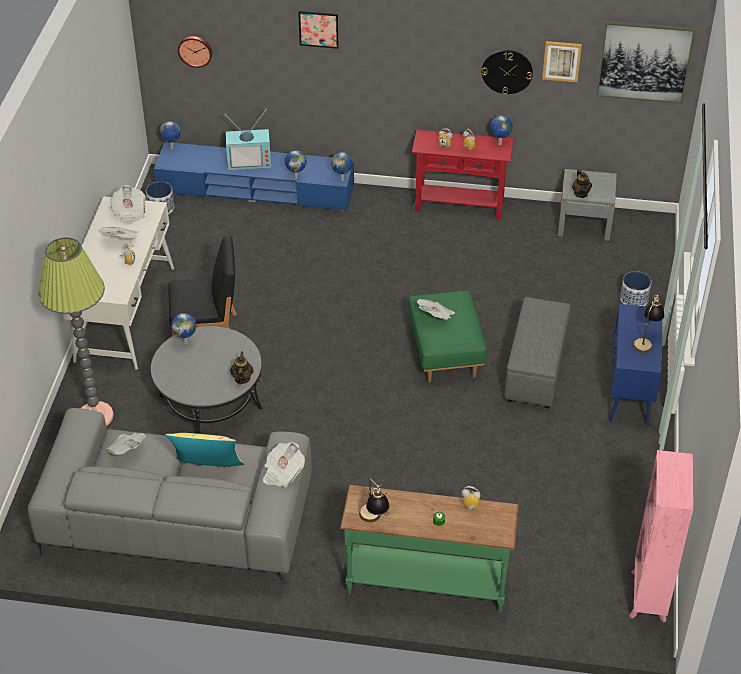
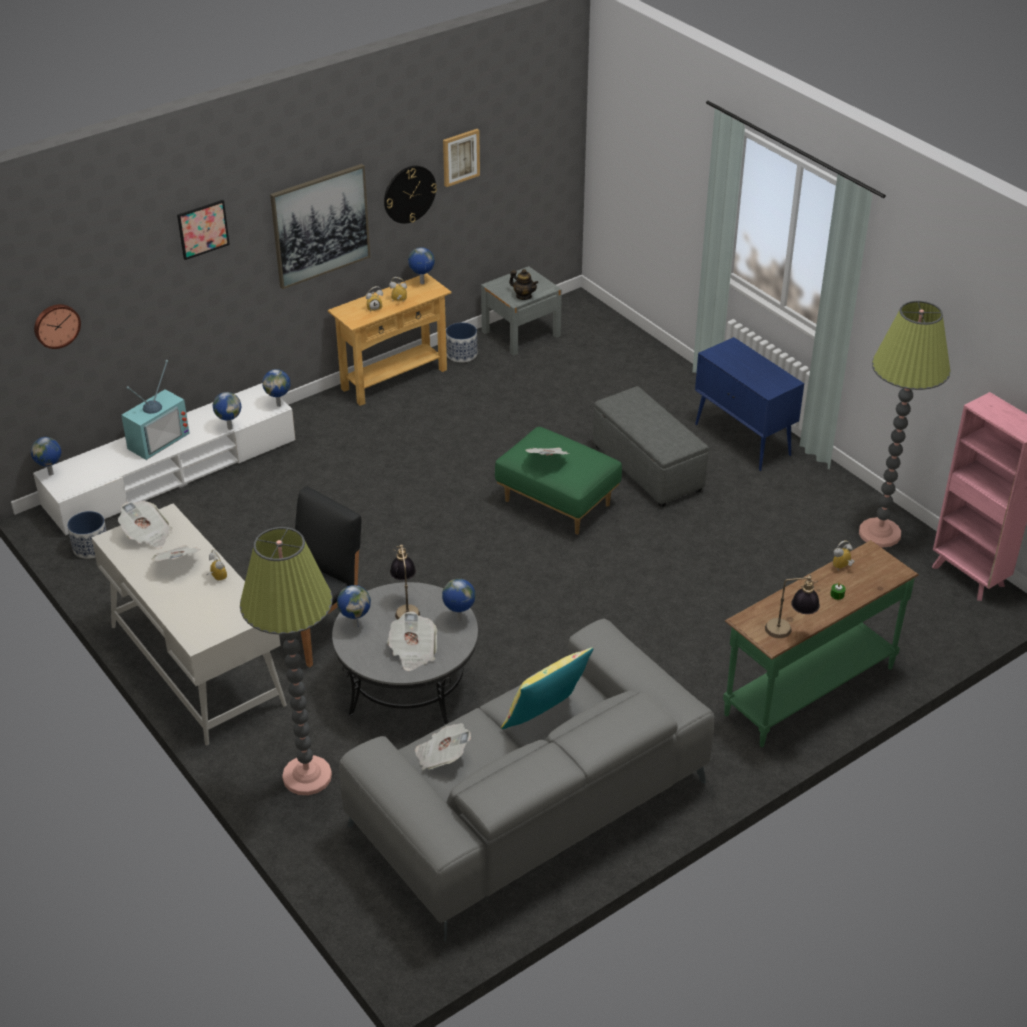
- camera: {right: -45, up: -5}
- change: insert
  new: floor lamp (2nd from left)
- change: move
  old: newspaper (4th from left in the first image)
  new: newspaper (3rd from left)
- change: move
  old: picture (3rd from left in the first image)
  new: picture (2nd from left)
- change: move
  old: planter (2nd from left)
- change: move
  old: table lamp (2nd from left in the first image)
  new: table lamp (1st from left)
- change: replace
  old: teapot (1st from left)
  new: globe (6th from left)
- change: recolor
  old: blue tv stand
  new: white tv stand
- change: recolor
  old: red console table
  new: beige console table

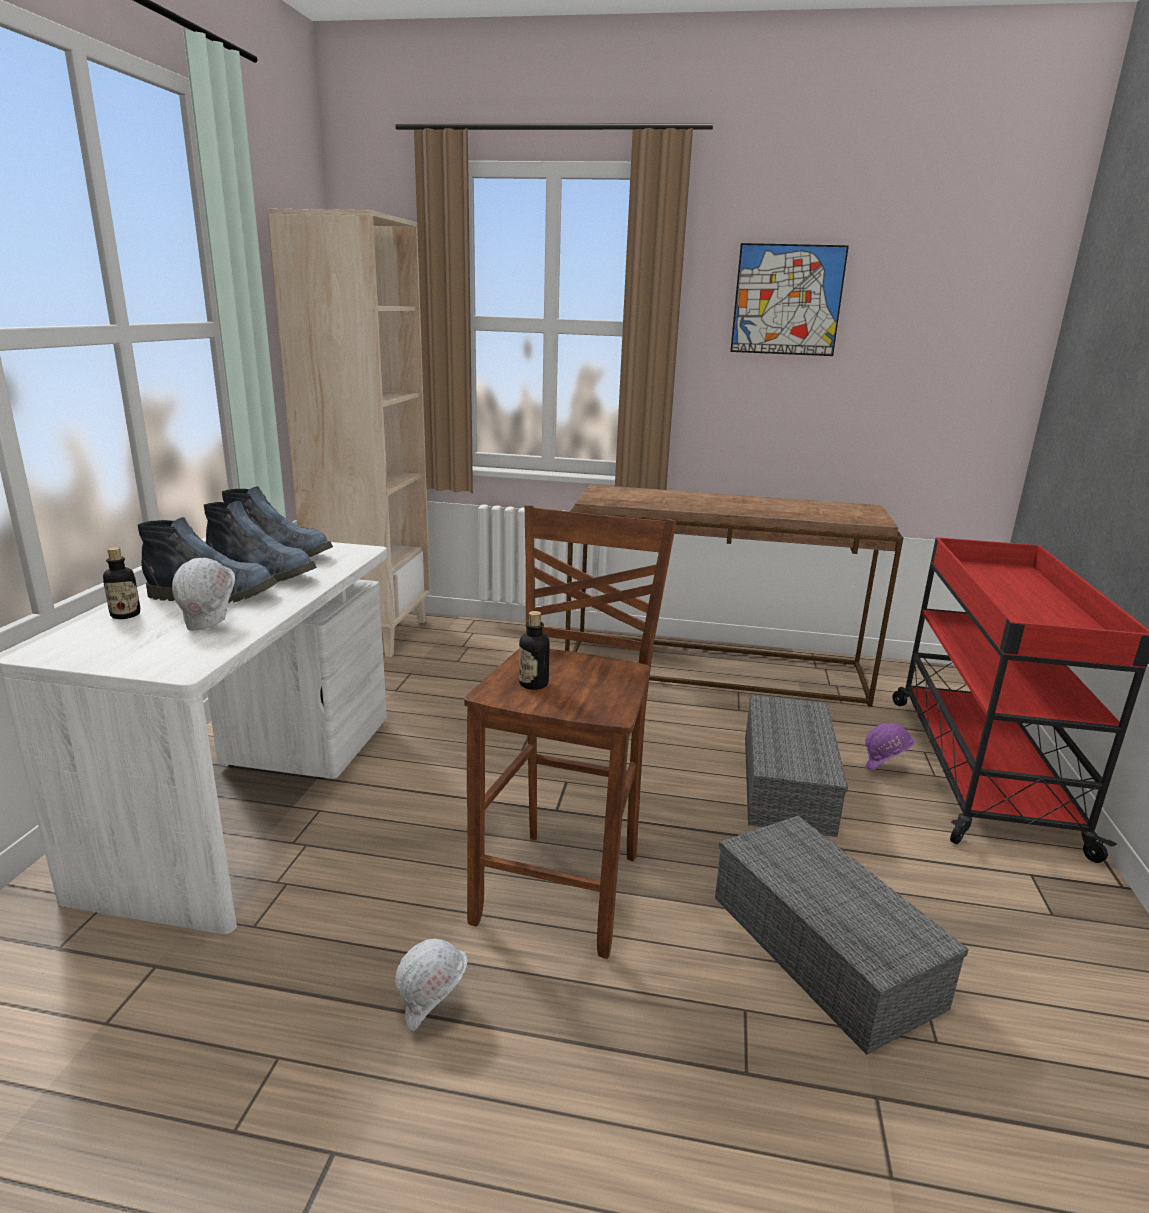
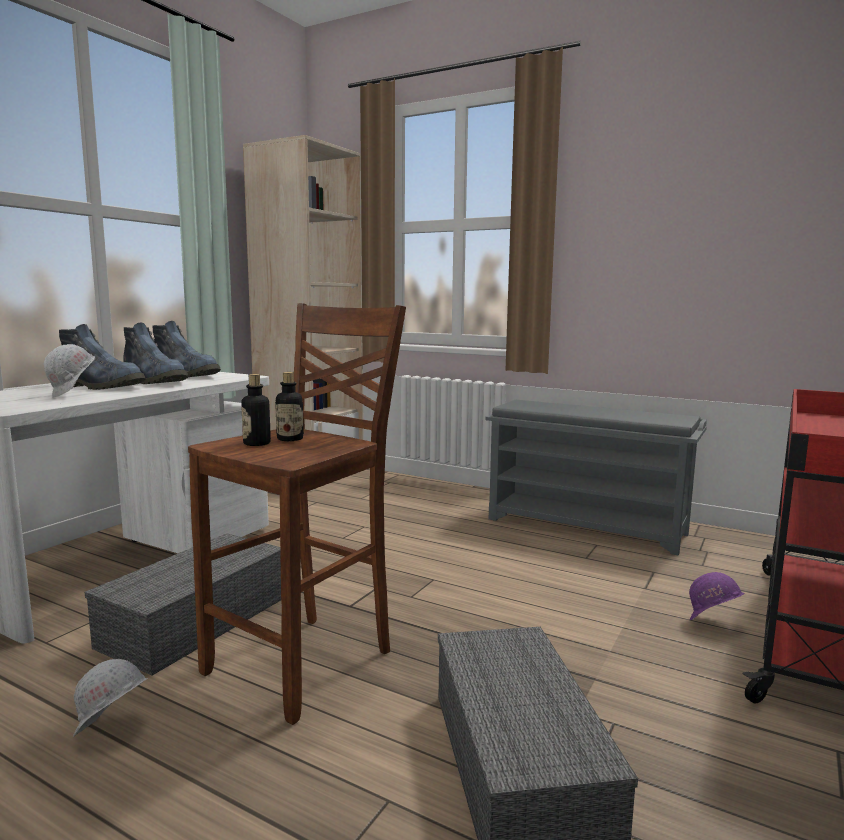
- camera: {right: 20, up: -10}
- change: delete
  old: picture
- change: move
  old: bottle (1st from left in the first image)
  new: bottle (2nd from left)
- change: move
  old: grey storage box (1st from left)
- change: replace
  old: brown console table
  new: grey shoe rack

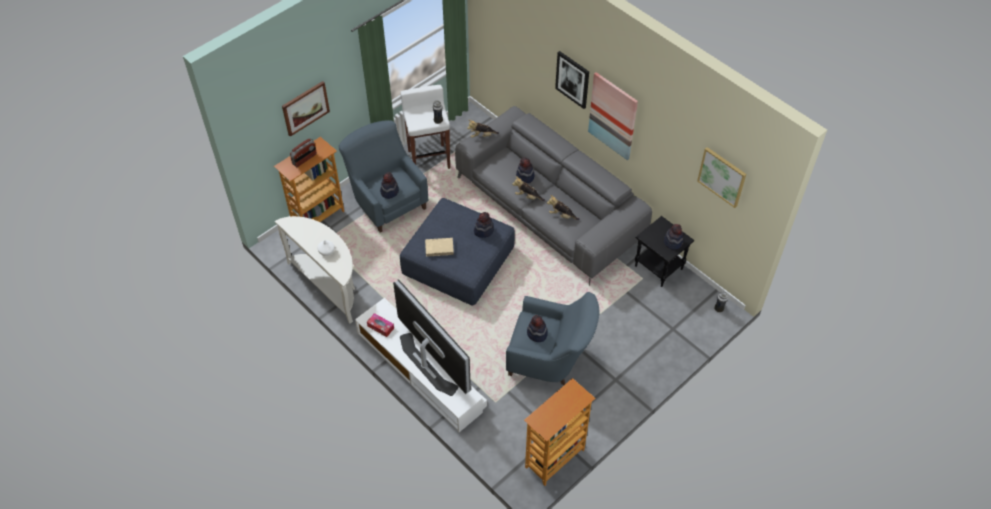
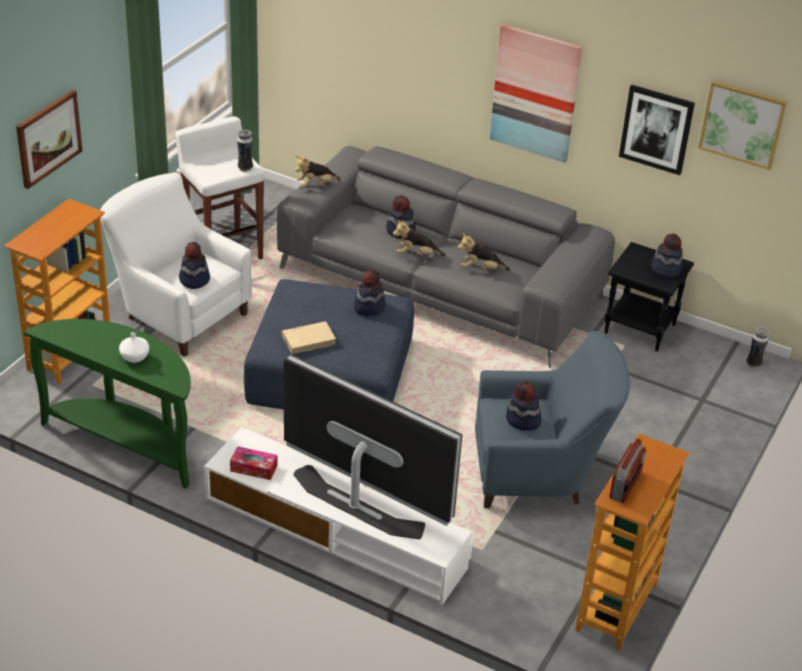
- camera: {right: -20, up: -15}
- change: move
  old: radio
- change: move
  old: picture (2nd from left in the first image)
  new: picture (3rd from left)
- change: recolor
  old: white console table
  new: green console table
- change: recolor
  old: blue armchair (1st from left)
  new: white armchair

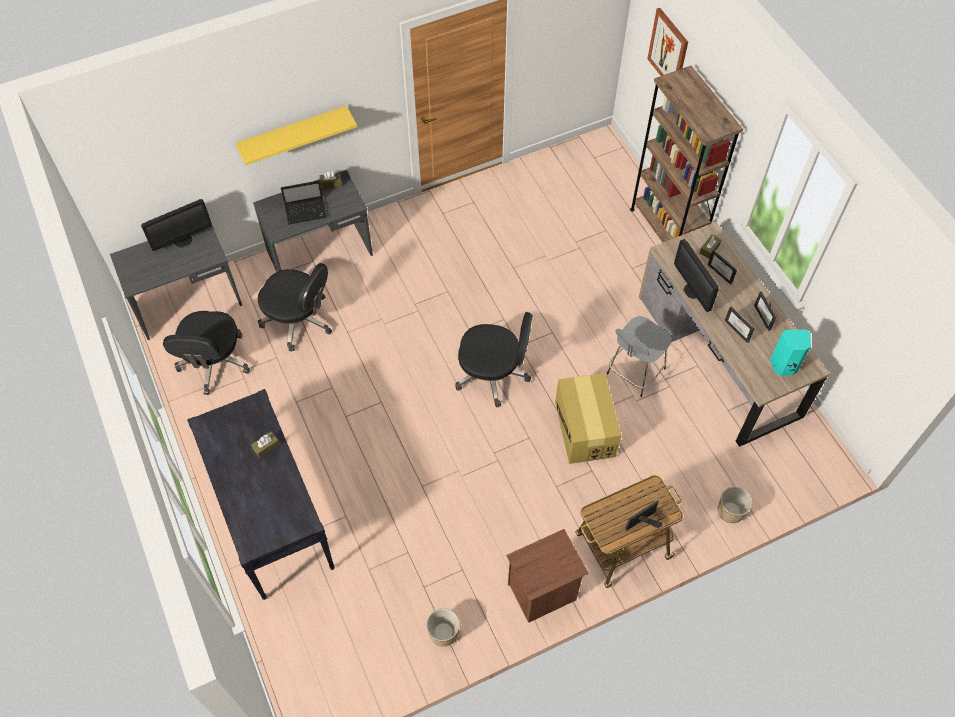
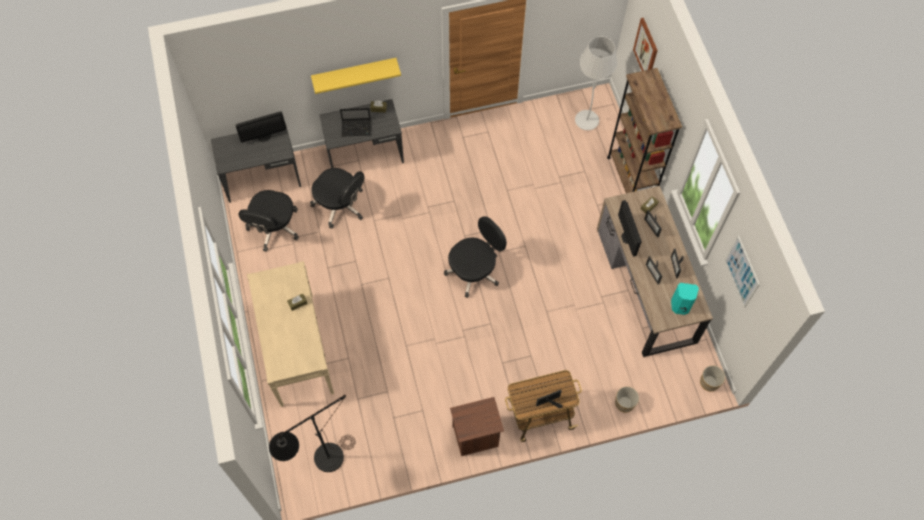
- camera: {right: 10, up: 5}
- change: delete
  old: cardboard box
- change: delete
  old: grey stool
- change: insert
  new: black floor lamp
- change: insert
  new: white floor lamp
- change: insert
  new: picture (2nd from left)
- change: move
  old: planter (1st from left in the first image)
  new: planter (2nd from left)
- change: recolor
  old: black console table
  new: beige console table
- change: rotate
  old: black office chair (3rd from left)
  degrees: -60

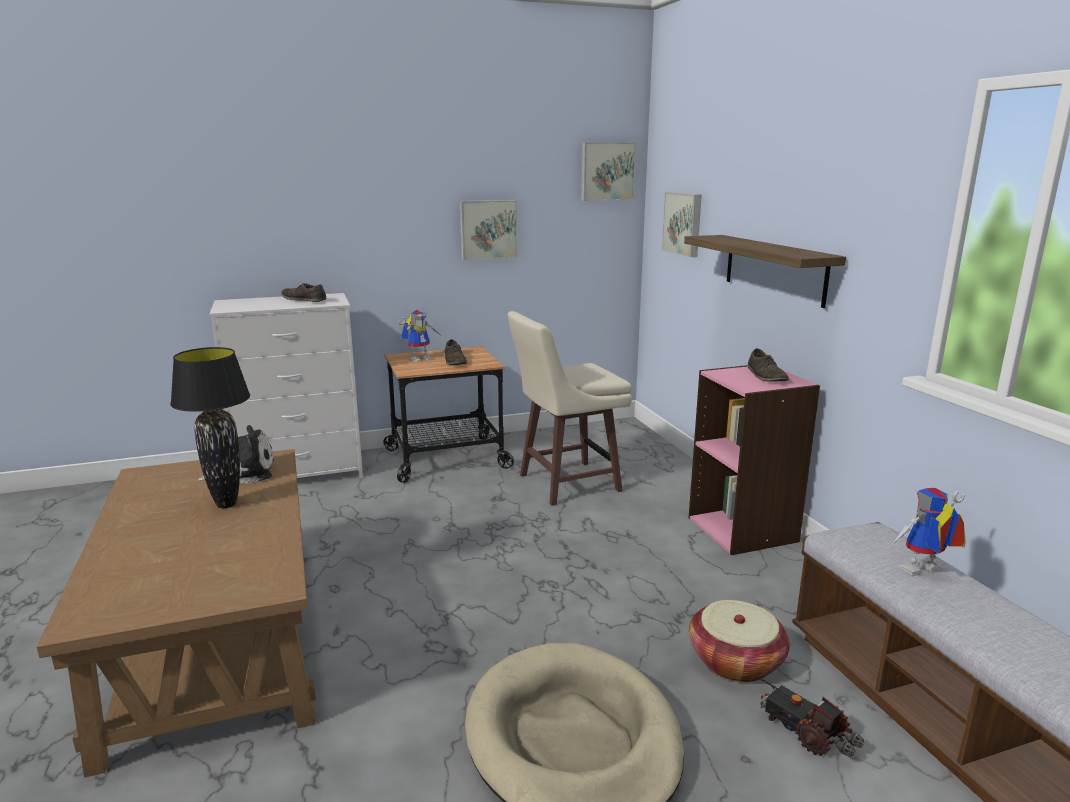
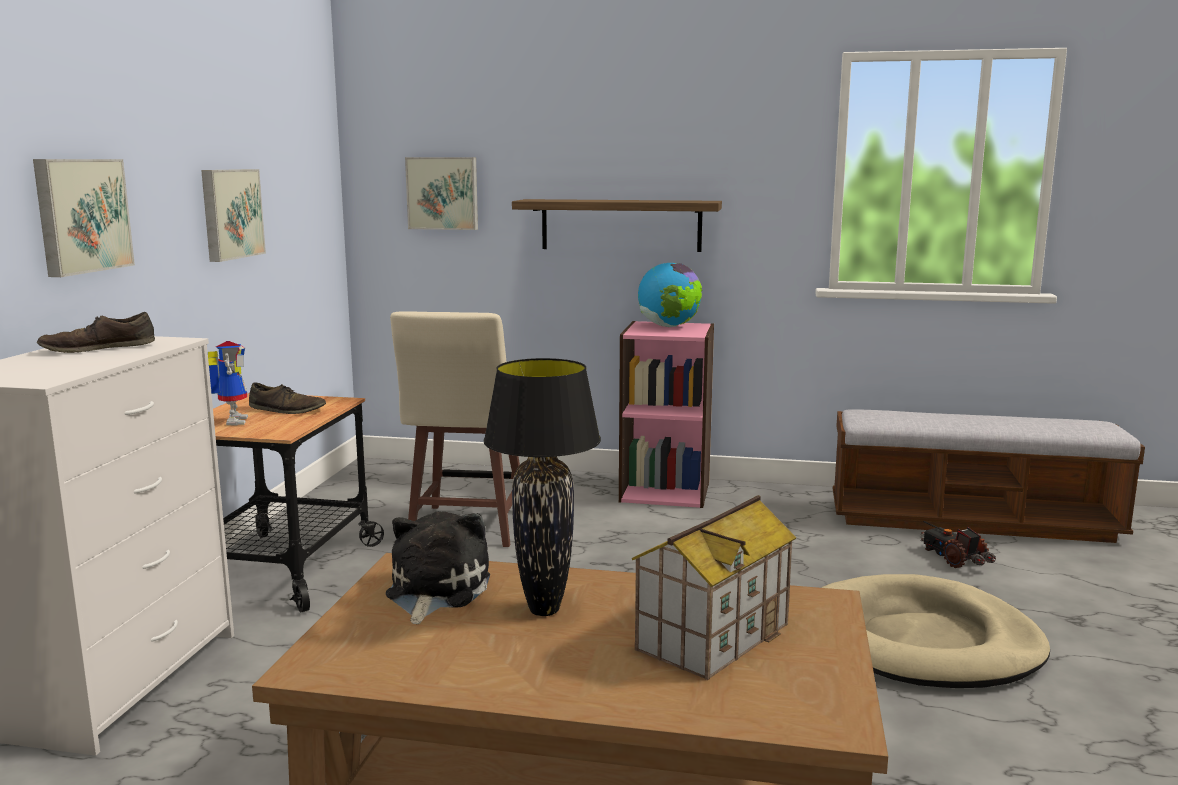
- camera: {right: -60, up: -5}
- change: delete
  old: basket
- change: delete
  old: toy robot (2nd from left)
- change: insert
  new: toy house
- change: move
  old: picture (2nd from left in the first image)
  new: picture (1st from left)
- change: replace
  old: brown shoe (3rd from left)
  new: globe
- change: rotate
  old: toy truck
  degrees: 75

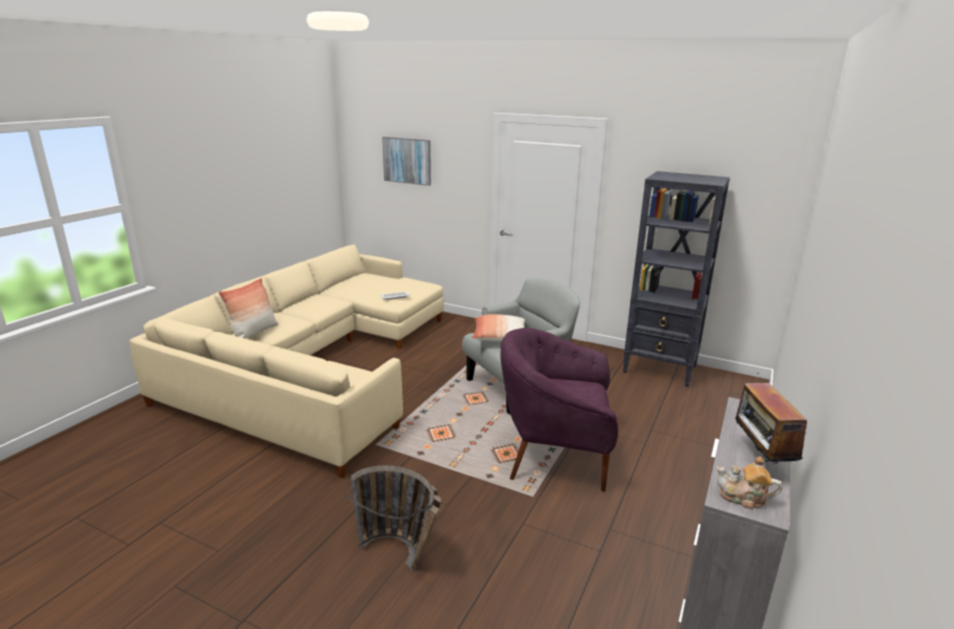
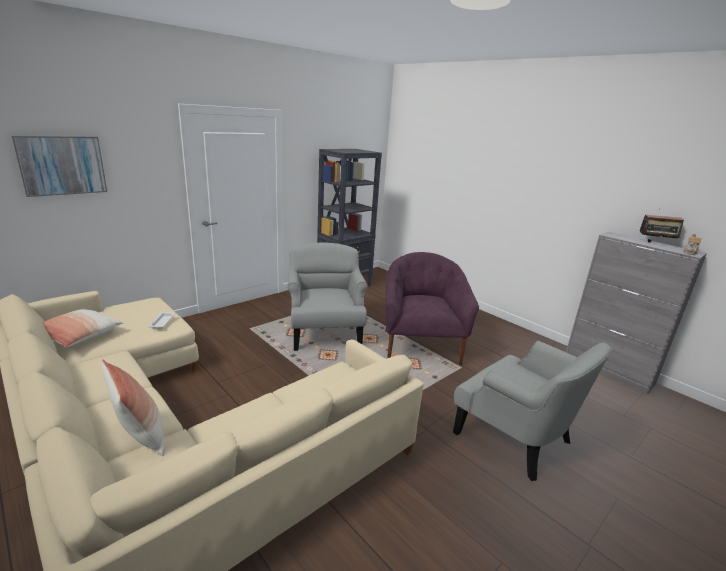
- camera: {right: -70, up: 0}
- change: move
  old: pillow (2nd from left in the first image)
  new: pillow (1st from left)
- change: replace
  old: basket
  new: grey armchair (2nd from left)
- change: rotate
  old: purple armchair
  degrees: 150

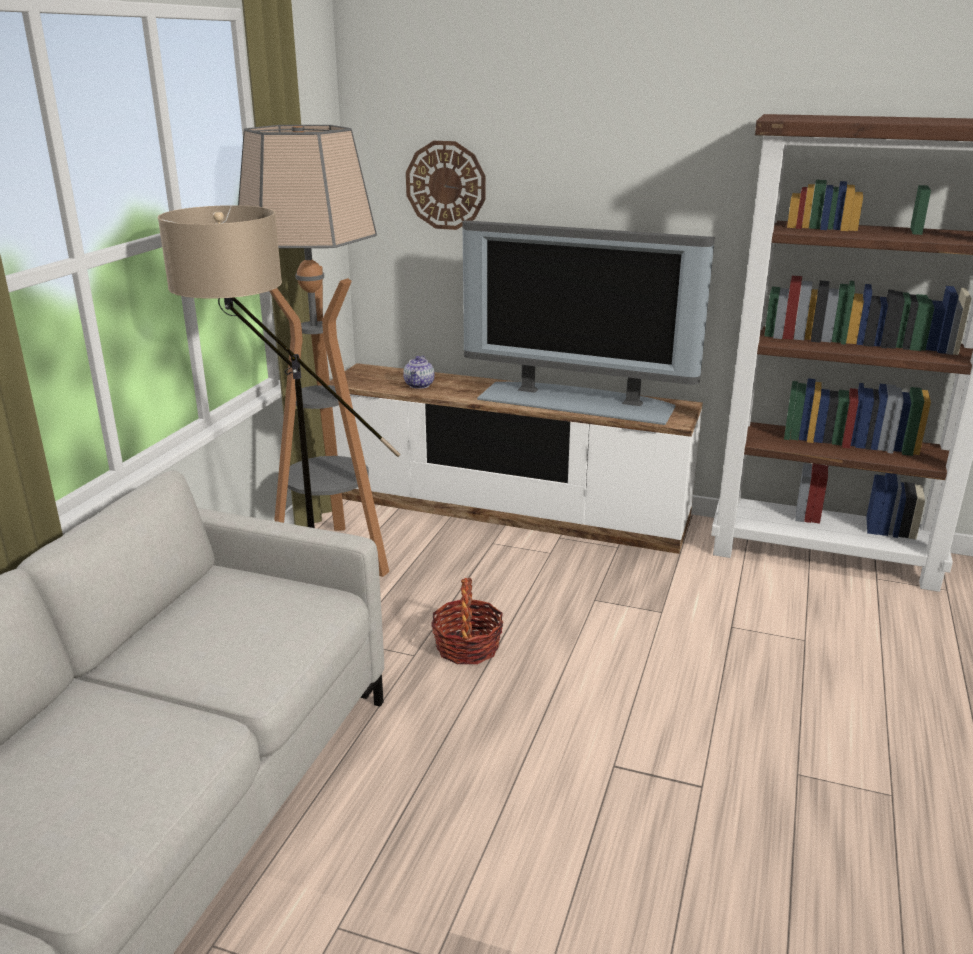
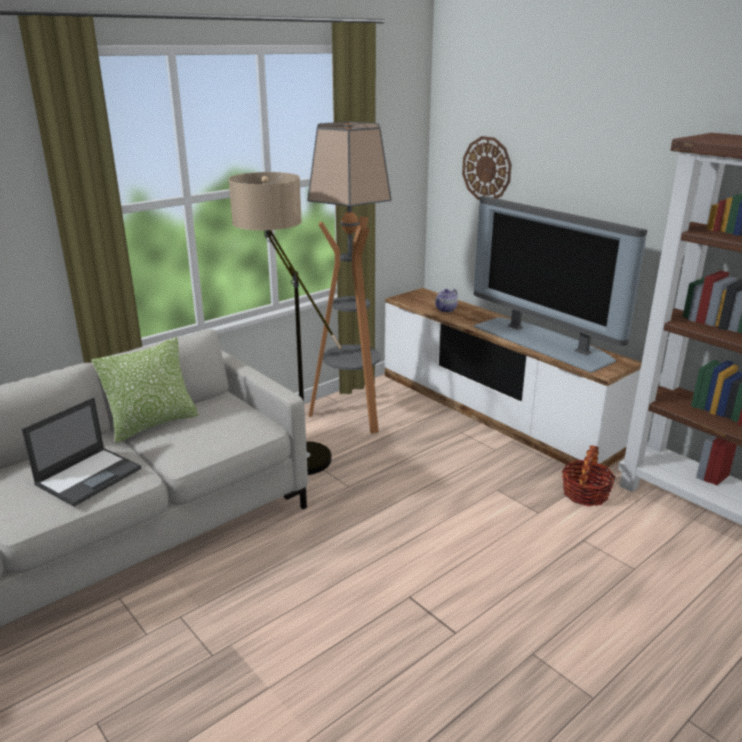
- camera: {right: 30, up: 0}
- change: insert
  new: laptop
- change: insert
  new: pillow
- change: move
  old: basket

